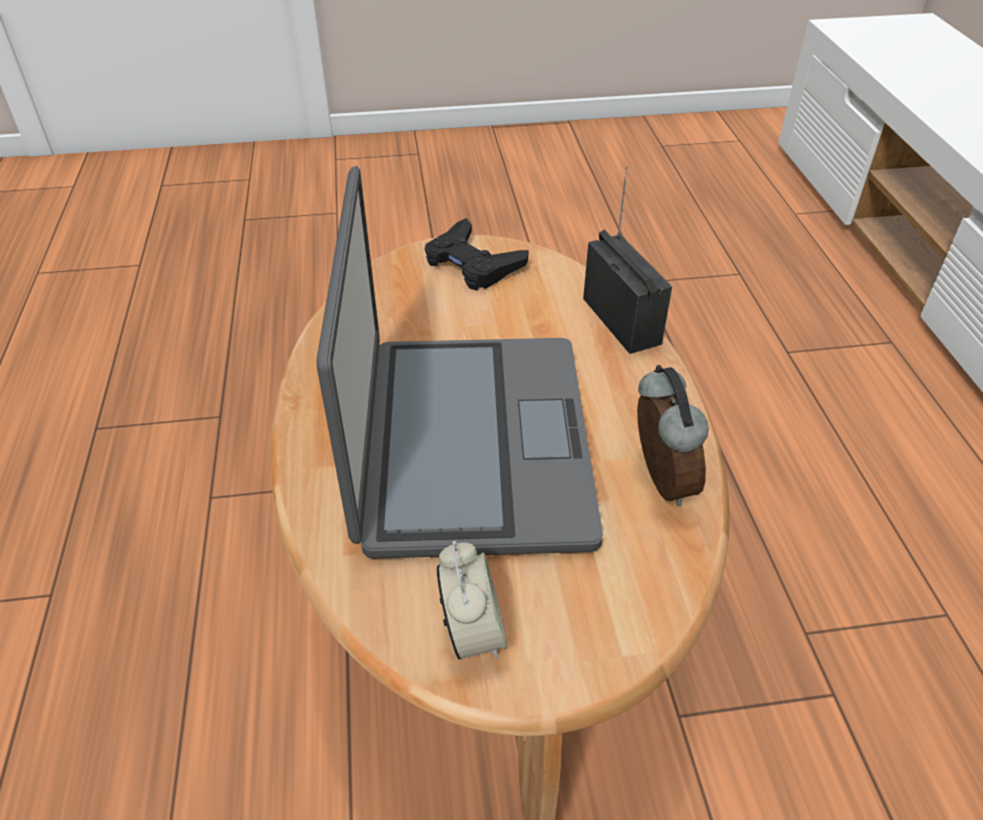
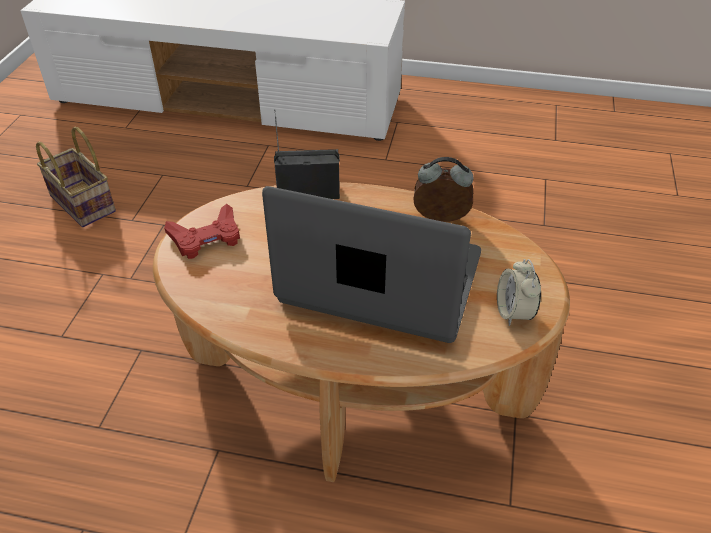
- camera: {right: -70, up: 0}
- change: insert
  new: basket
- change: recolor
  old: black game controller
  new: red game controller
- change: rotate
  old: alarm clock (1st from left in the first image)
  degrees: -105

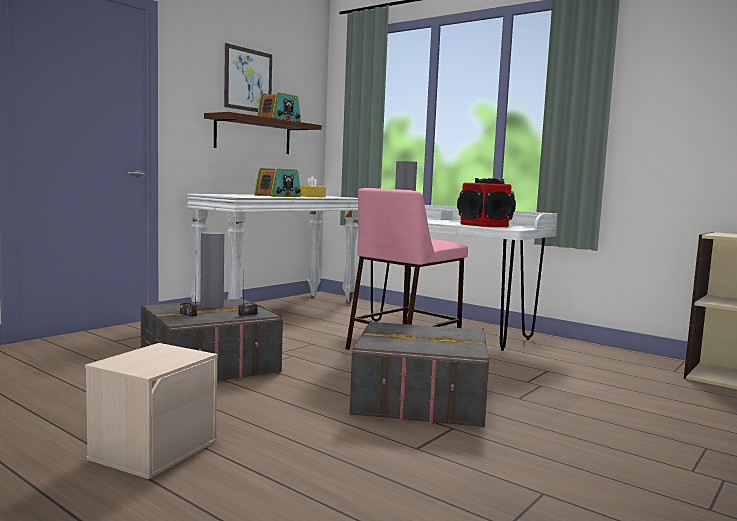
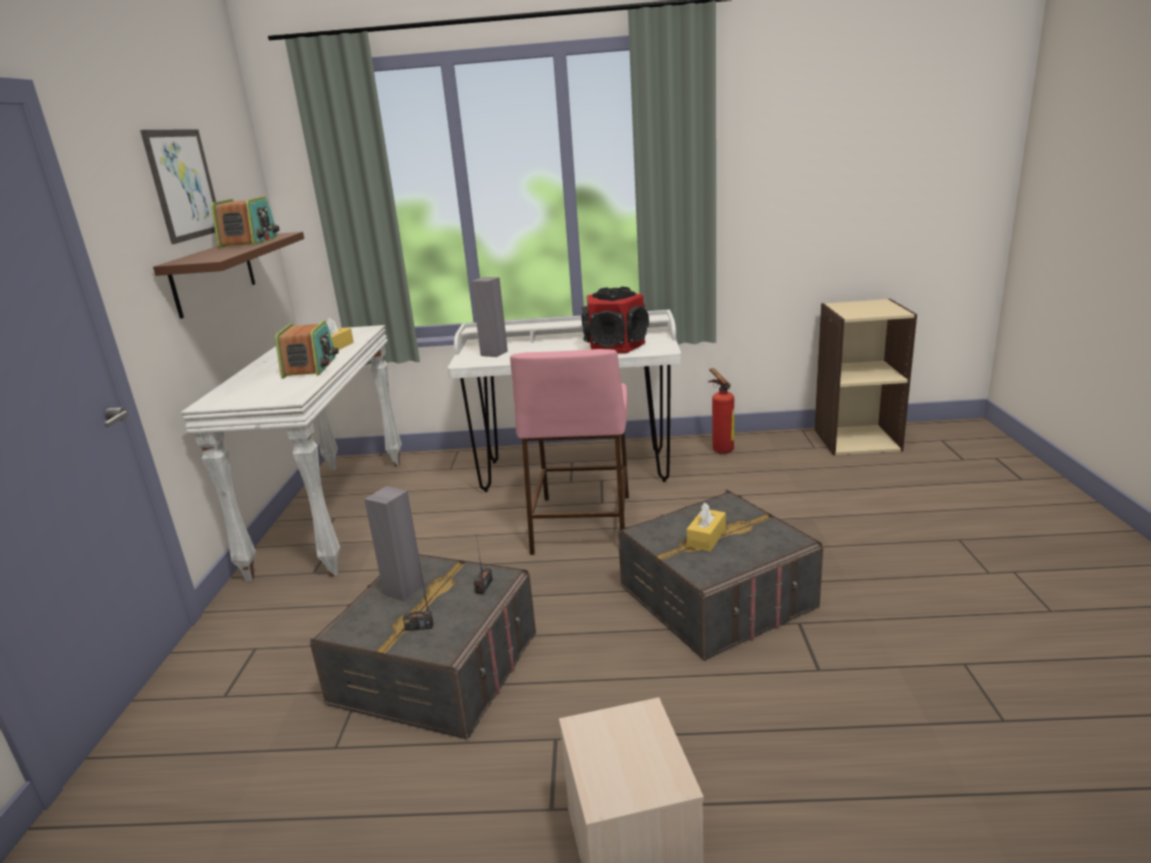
- camera: {right: -35, up: 15}
- change: insert
  new: yellow tissue box (2nd from left)
- change: insert
  new: fire extinguisher

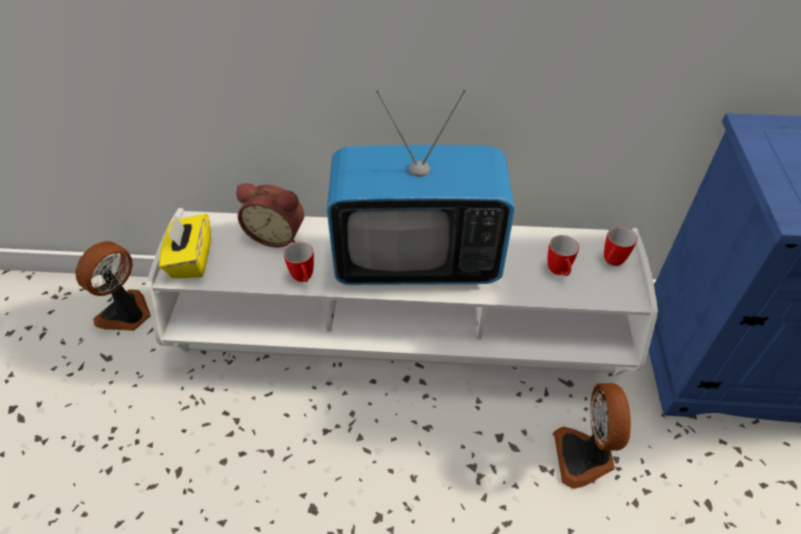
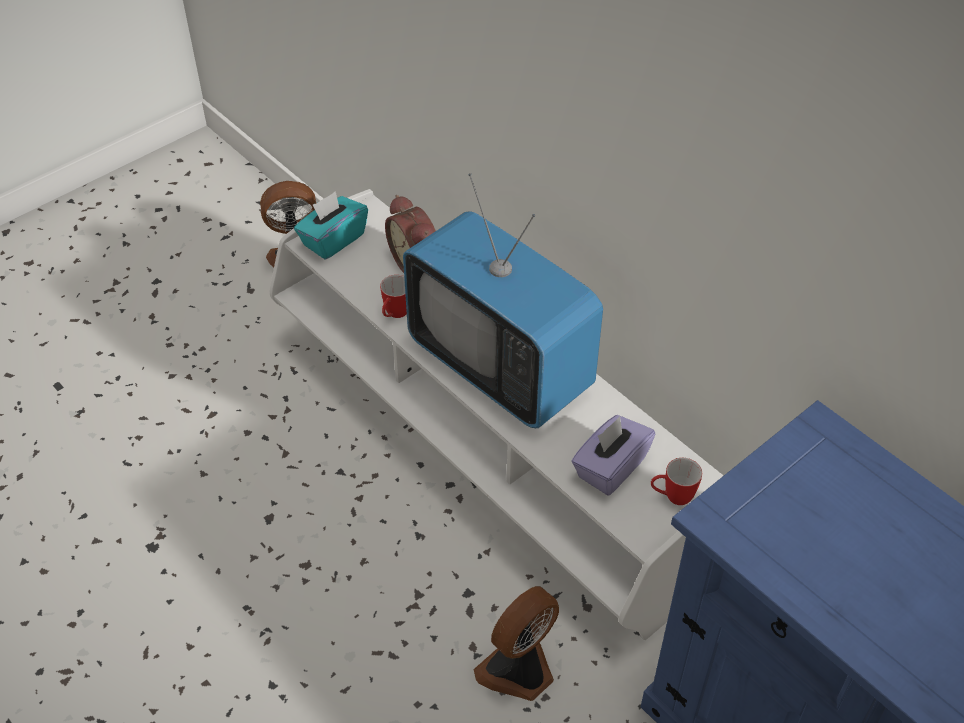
- camera: {right: 45, up: 0}
- change: replace
  old: mug (2nd from left)
  new: purple tissue box
- change: recolor
  old: yellow tissue box
  new: turquoise tissue box

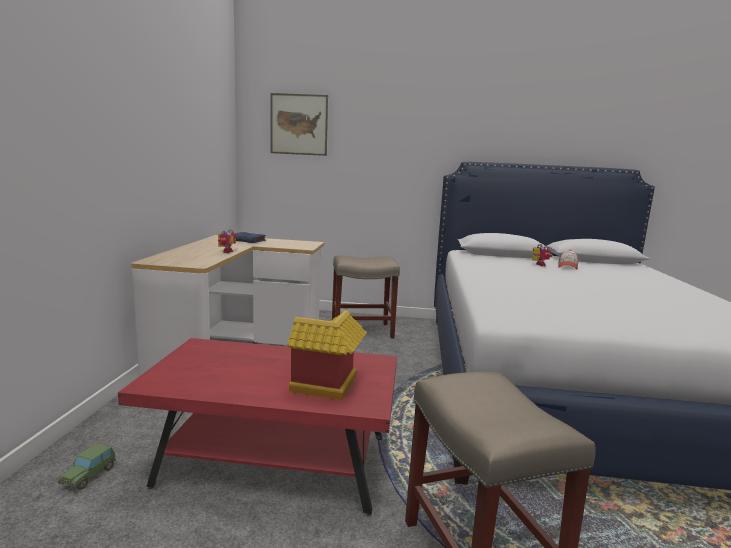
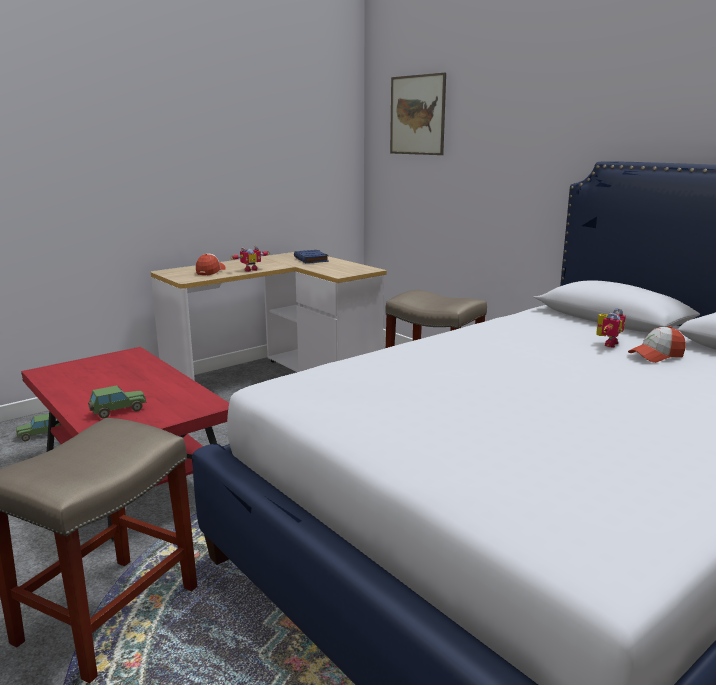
- camera: {right: 45, up: 5}
- change: insert
  new: cap (1st from left)
- change: replace
  old: toy house
  new: toy car (2nd from left)

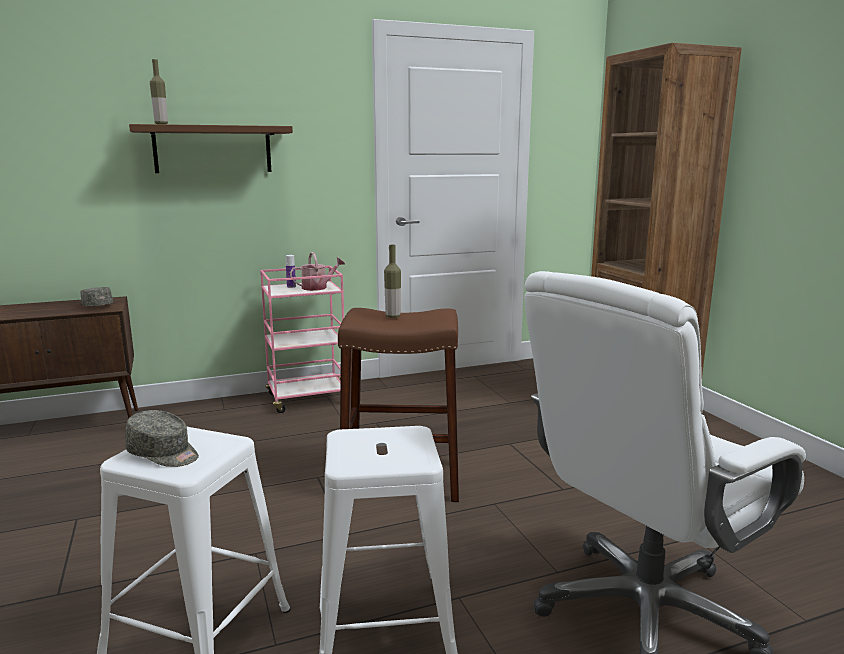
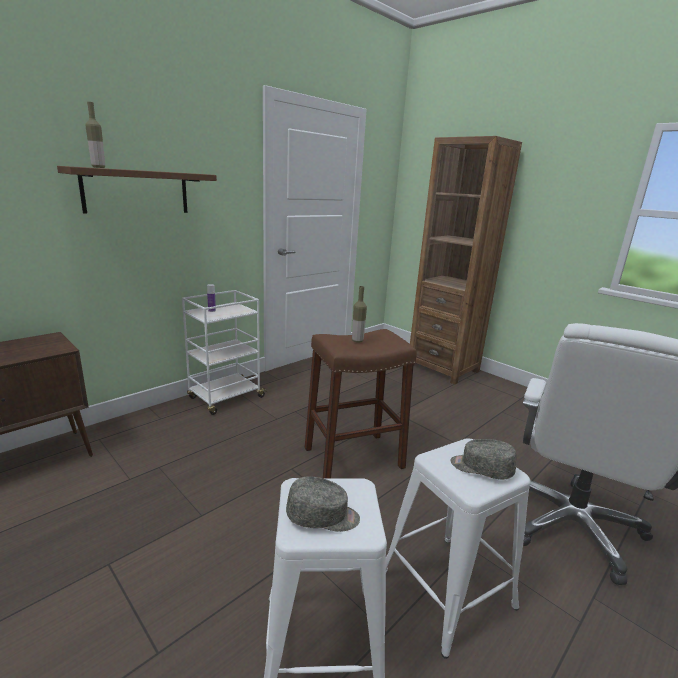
- camera: {right: -25, up: 5}
- change: delete
  old: watering can
- change: move
  old: grey cap (1st from left in the first image)
  new: grey cap (2nd from left)
- change: recolor
  old: pink cart
  new: white cart

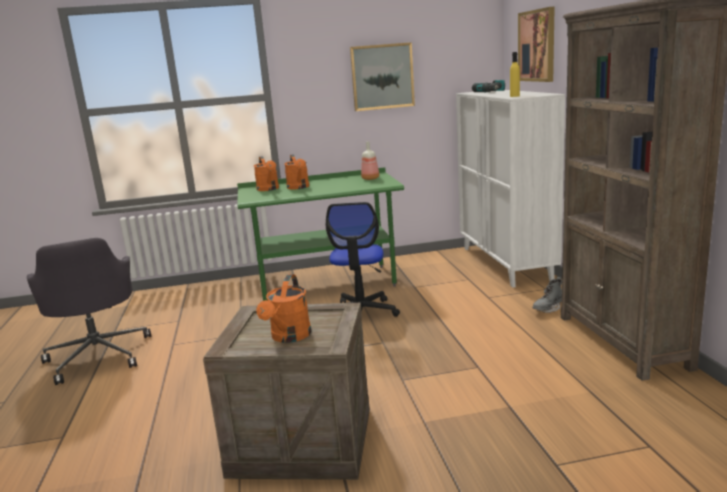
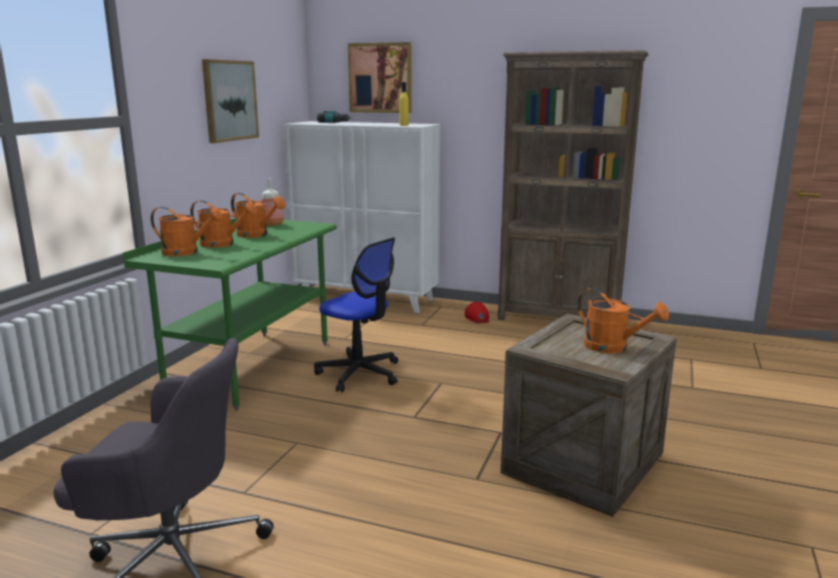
- camera: {right: -60, up: 0}
- change: insert
  new: orange watering can (3rd from left)
- change: replace
  old: grey boot
  new: red cap

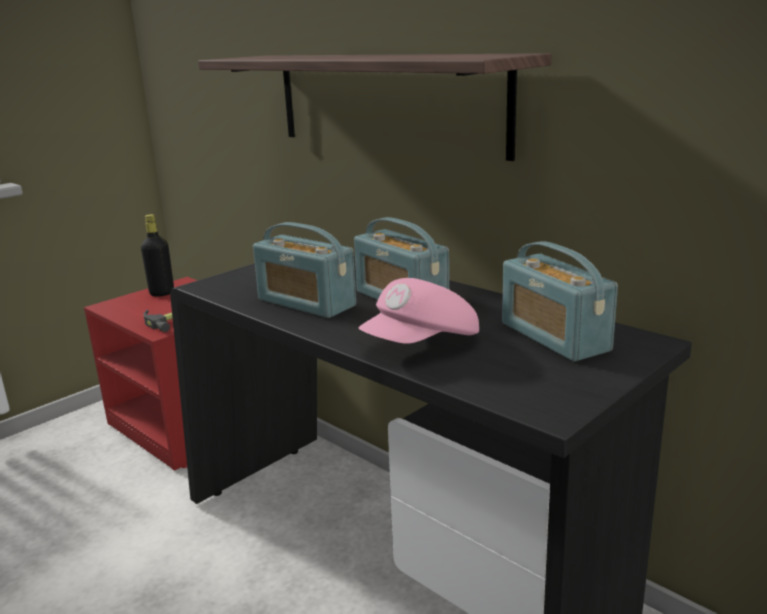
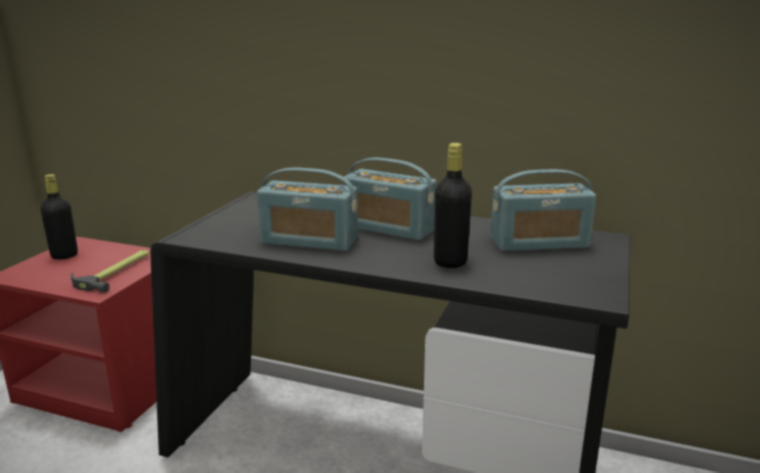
- camera: {right: -25, up: 0}
- change: delete
  old: shelf
- change: replace
  old: pink cap
  new: black bottle (2nd from left)
- change: rotate
  old: radio (3rd from left)
  degrees: -45

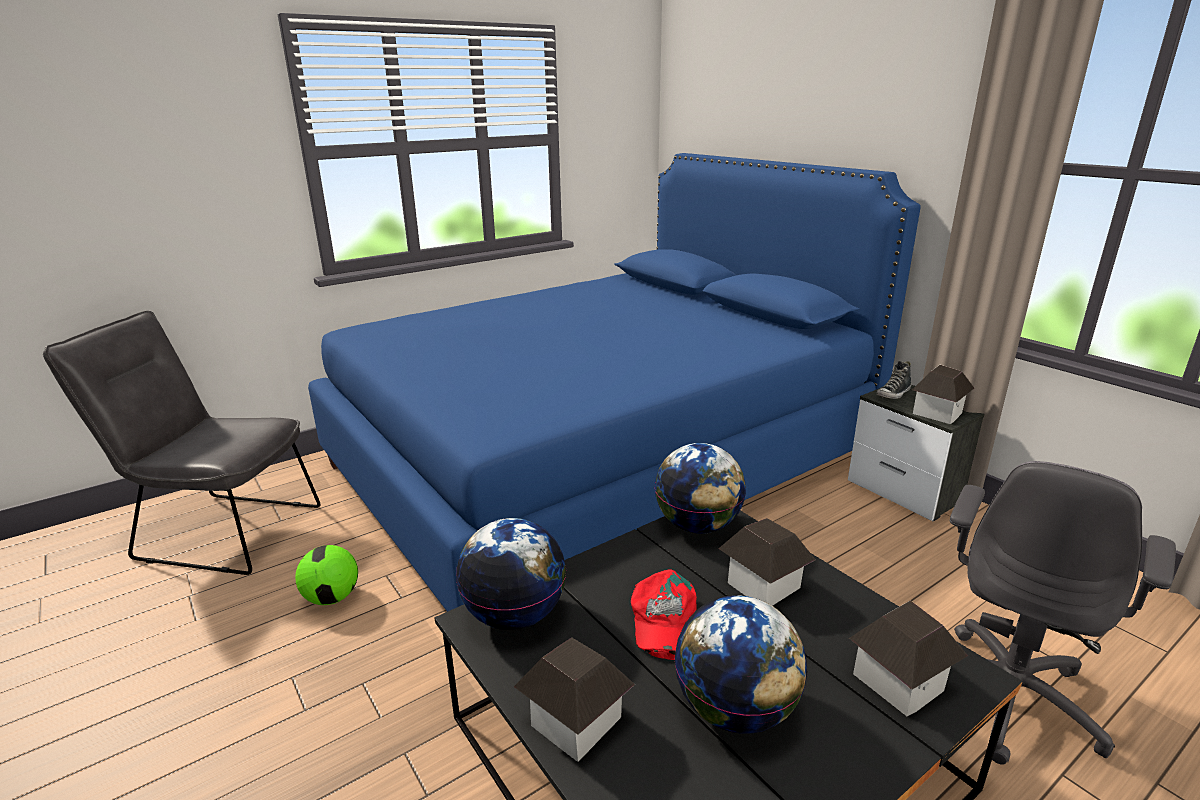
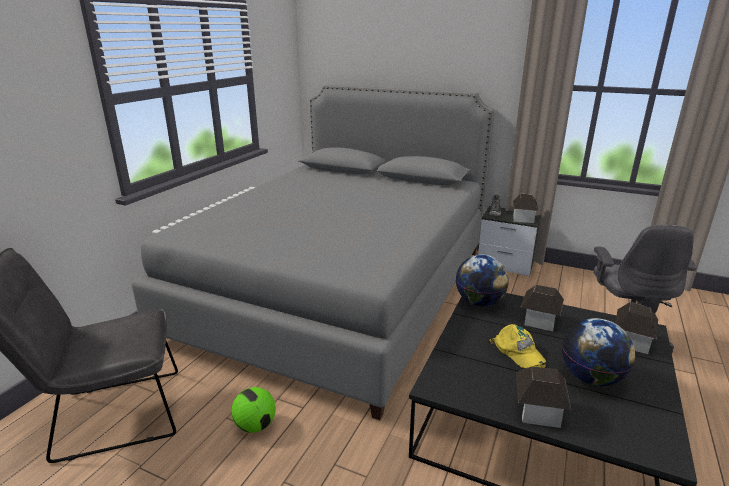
- camera: {right: -30, up: 0}
- change: delete
  old: globe (1st from left)
- change: recolor
  old: blue bed
  new: grey bed
- change: recolor
  old: red cap
  new: yellow cap

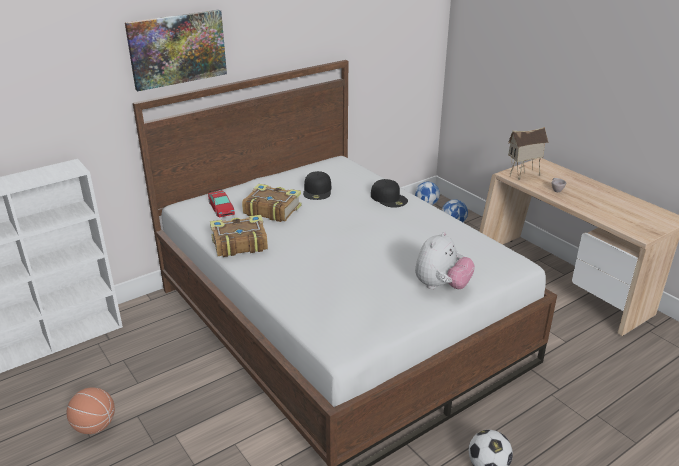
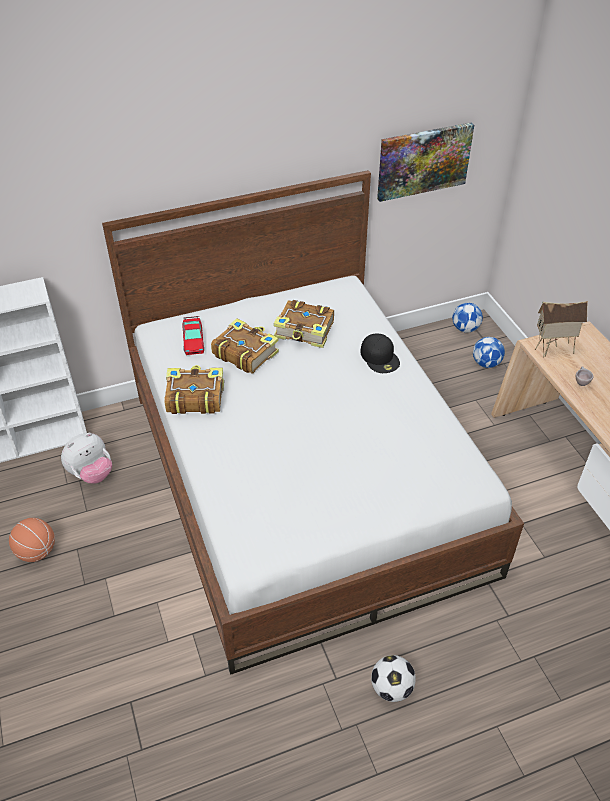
- camera: {right: 15, up: 15}
- change: move
  old: picture
- change: move
  old: plush toy
- change: replace
  old: black cap (1st from left)
  new: book (3rd from left)

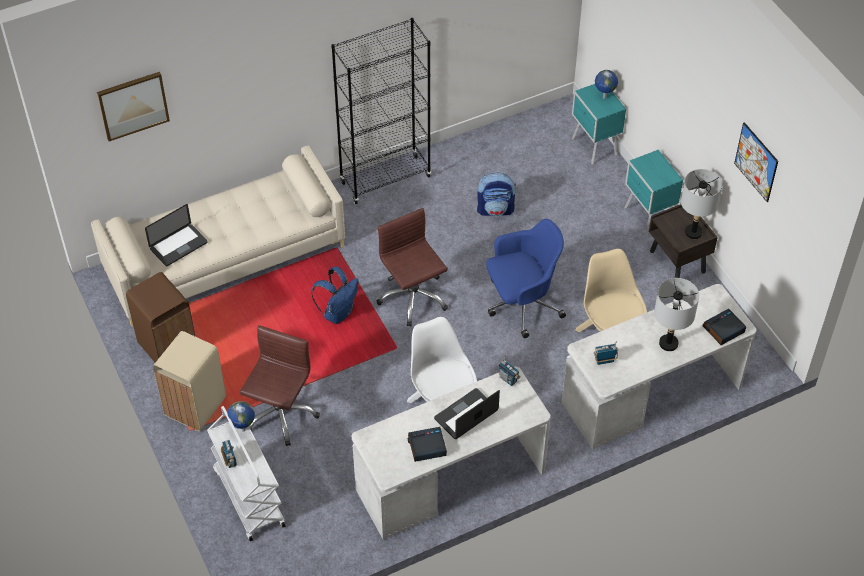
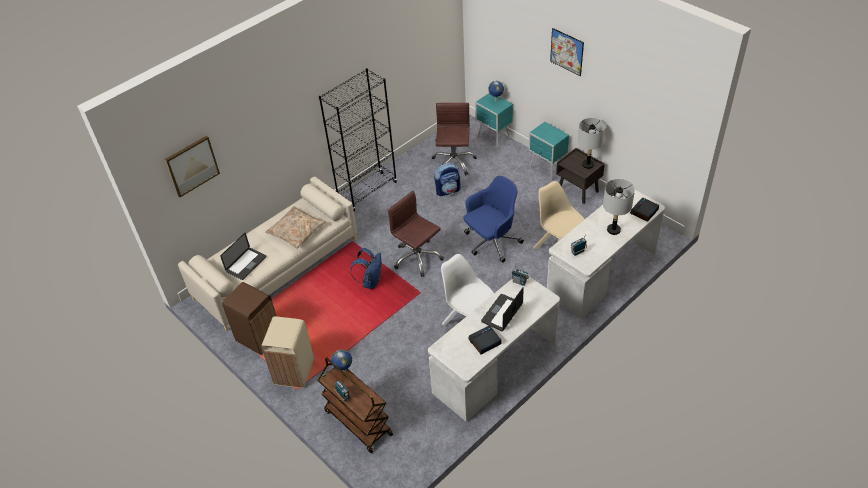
- camera: {right: -15, up: -5}
- change: insert
  new: beige pillow
- change: move
  old: brown office chair (1st from left in the first image)
  new: brown office chair (2nd from left)
- change: move
  old: picture (2nd from left)
- change: recolor
  old: white cart
  new: brown cart

